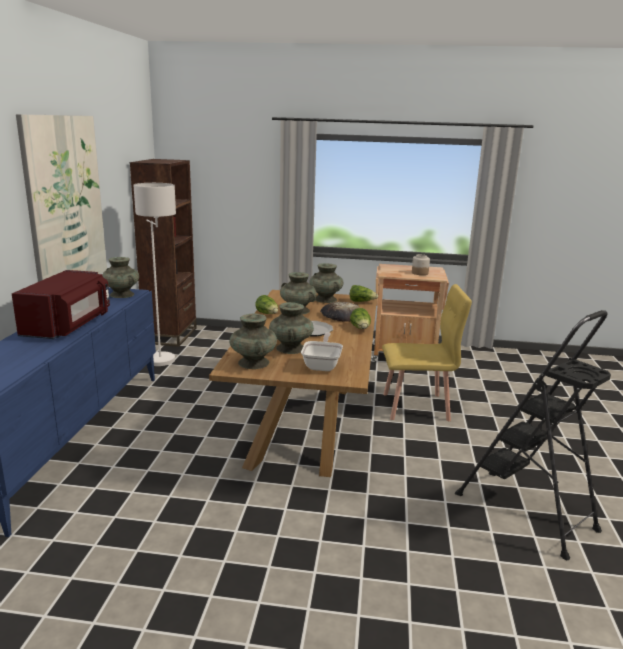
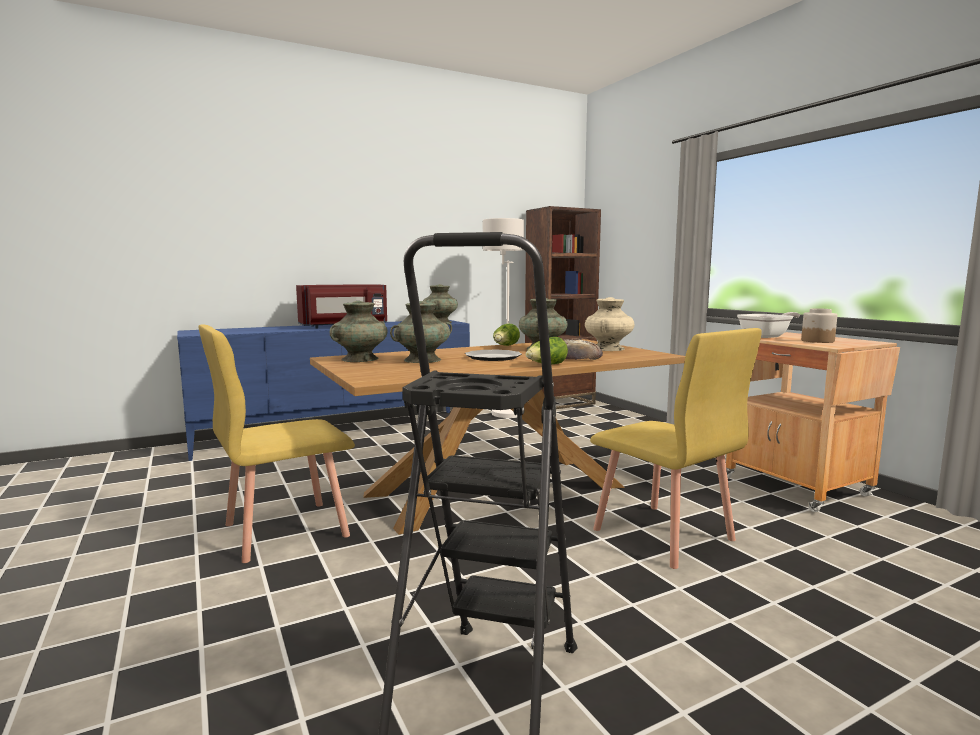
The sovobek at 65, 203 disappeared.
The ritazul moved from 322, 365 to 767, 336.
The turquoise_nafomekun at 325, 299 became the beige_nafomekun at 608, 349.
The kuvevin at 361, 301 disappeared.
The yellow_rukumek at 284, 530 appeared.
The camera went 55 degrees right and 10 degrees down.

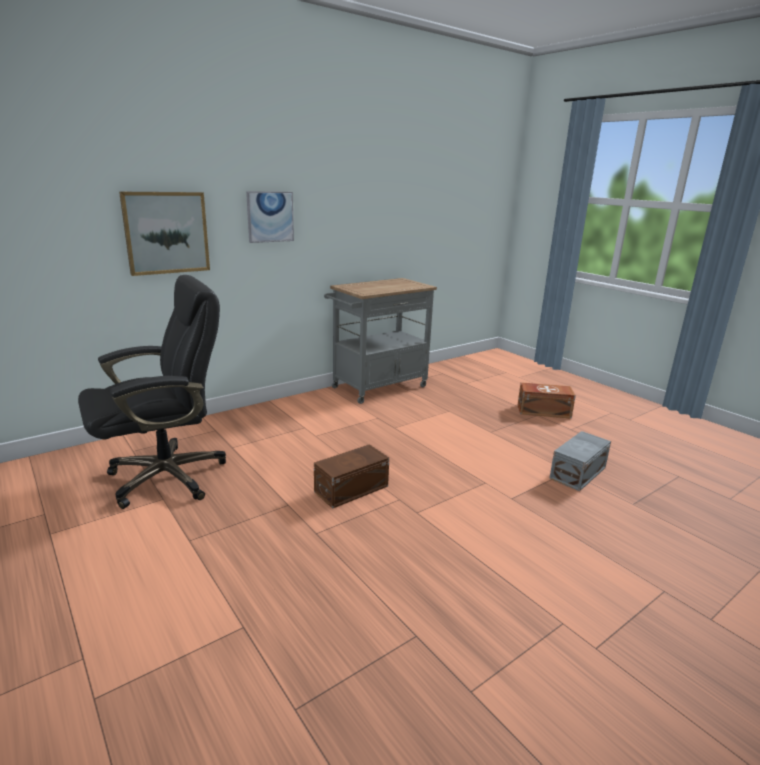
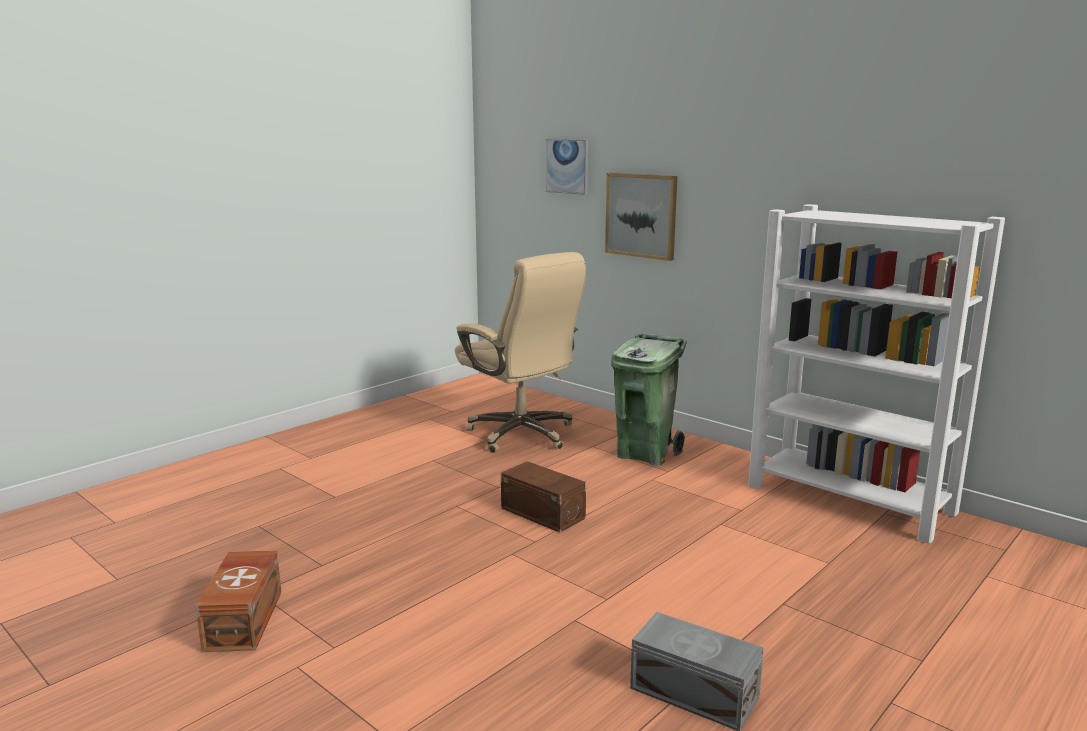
The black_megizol at 164, 478 became the beige_megizol at 519, 433.
The sovobek moved from 270, 216 to 567, 166.
The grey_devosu at 377, 388 was replaced by the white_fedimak at 849, 499.
The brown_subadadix moved from 542, 411 to 246, 619.
The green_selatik at 645, 454 appeared.
The camera went 80 degrees right and 5 degrees down.

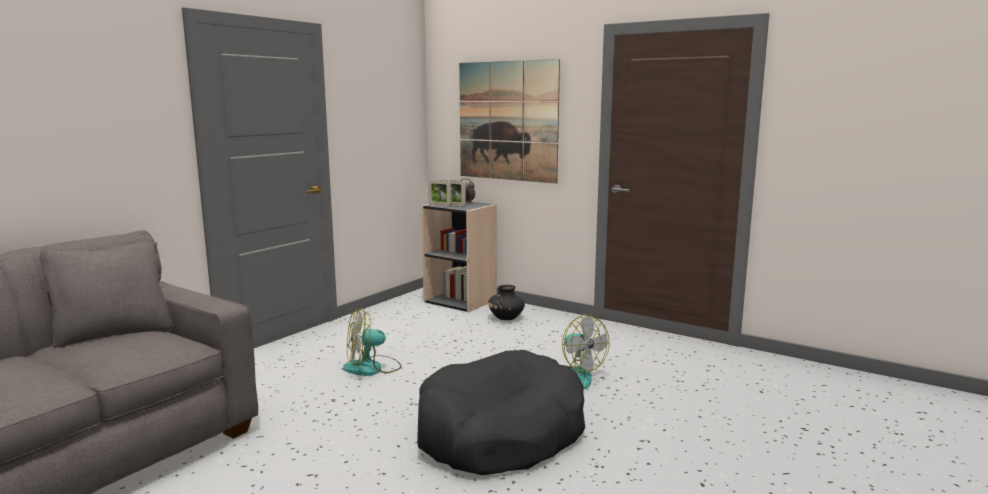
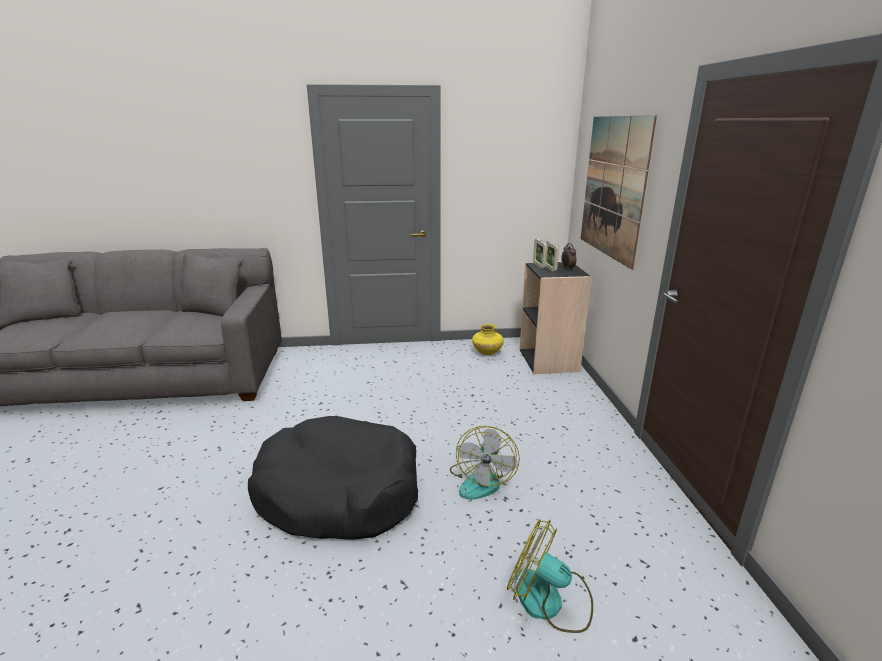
The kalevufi moved from 372, 368 to 549, 601.
The black_nafomekun at 506, 318 disappeared.
The yellow_nafomekun at 487, 352 appeared.
The camera went 50 degrees right and 10 degrees up.

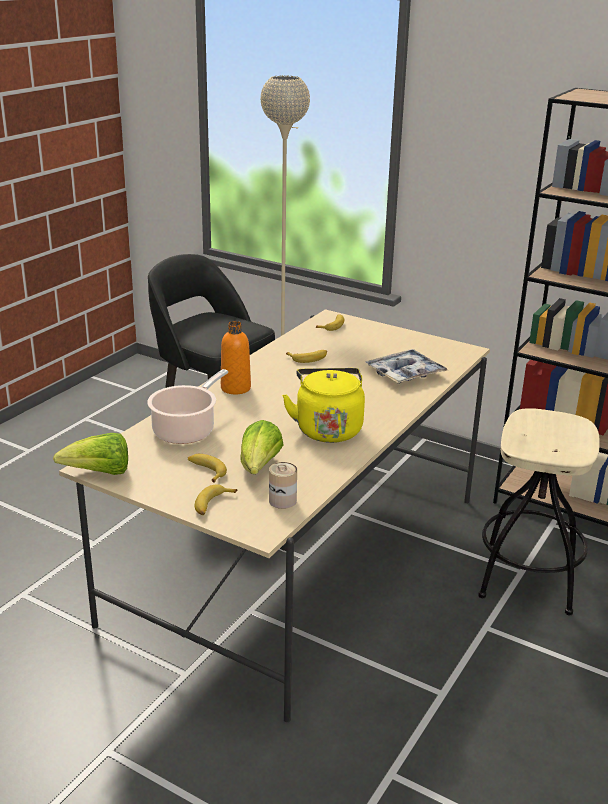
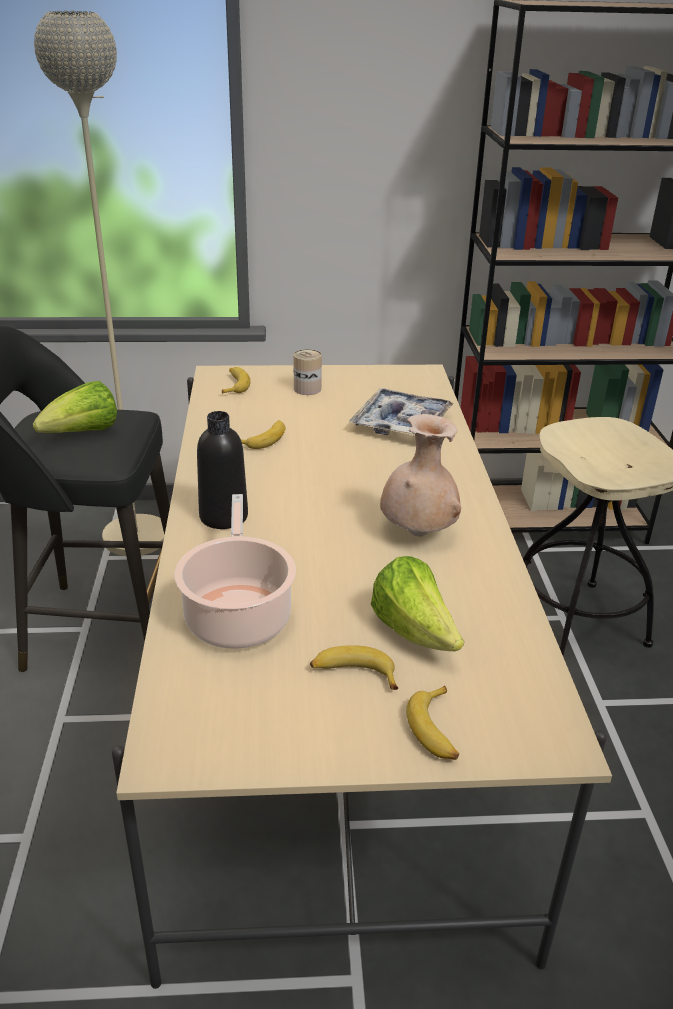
The kuvevin moved from 99, 473 to 82, 434.
The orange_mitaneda at 235, 388 became the black_mitaneda at 223, 517.
The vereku moved from 282, 500 to 307, 389.
The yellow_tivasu at 327, 429 was replaced by the beige_nafomekun at 418, 533.
The camera went 35 degrees left and 5 degrees up.

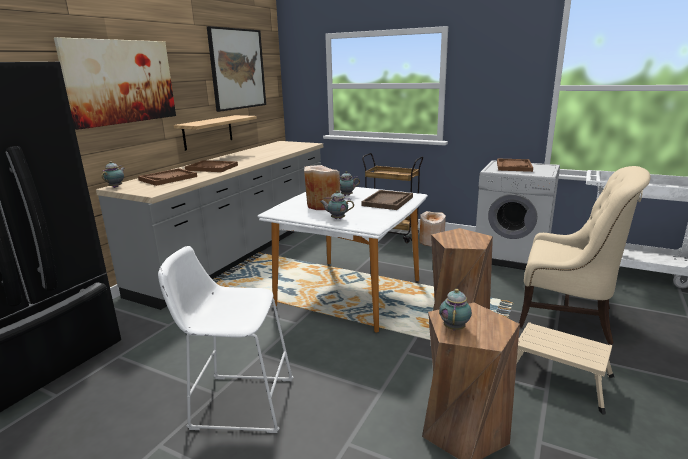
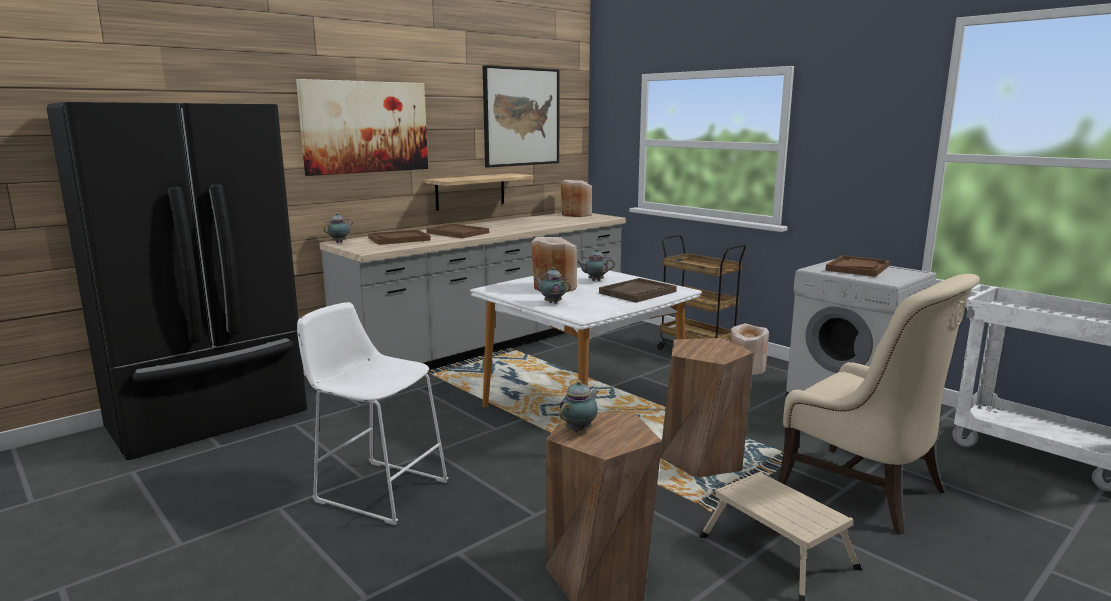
The beige_nafomekun at 576, 215 appeared.
The camera went 20 degrees right and 5 degrees down.

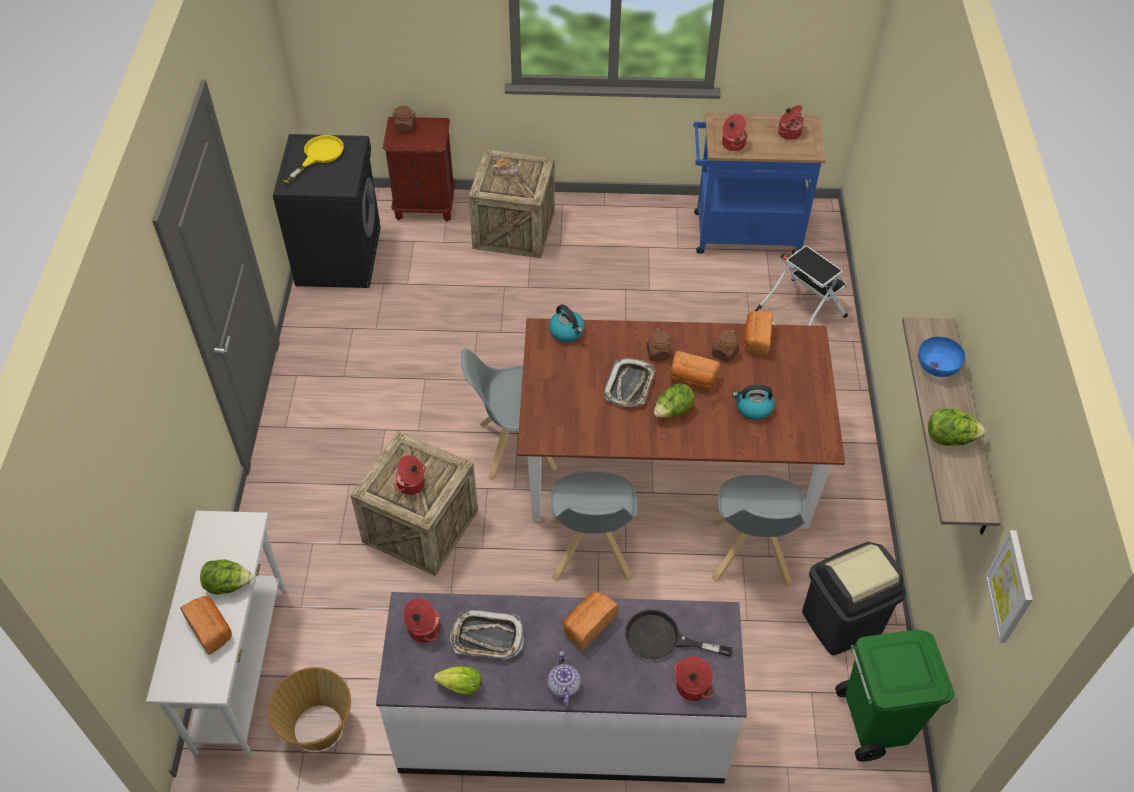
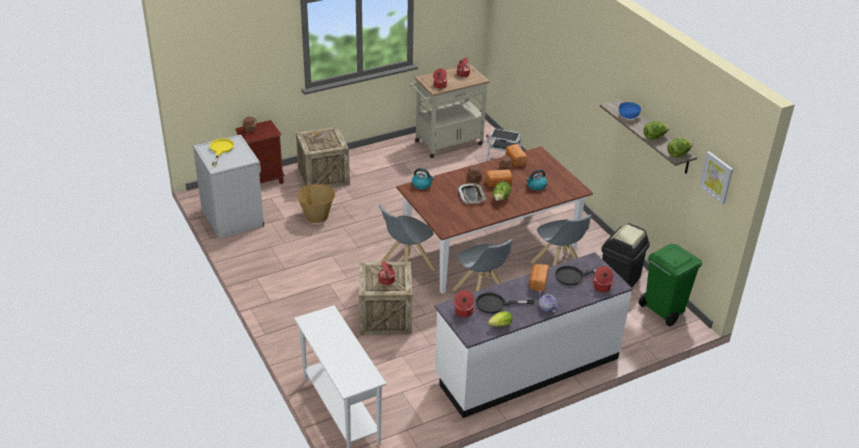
The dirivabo at 211, 629 disappeared.
The kuvevin moved from 228, 585 to 678, 154.
The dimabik moved from 318, 728 to 317, 216.
The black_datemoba at 341, 256 became the white_datemoba at 234, 217.
The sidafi at 487, 637 was replaced by the black_ritazul at 496, 304.
The blue_devosu at 742, 234 became the beige_devosu at 446, 143.
The camera went 30 degrees left and 15 degrees down.

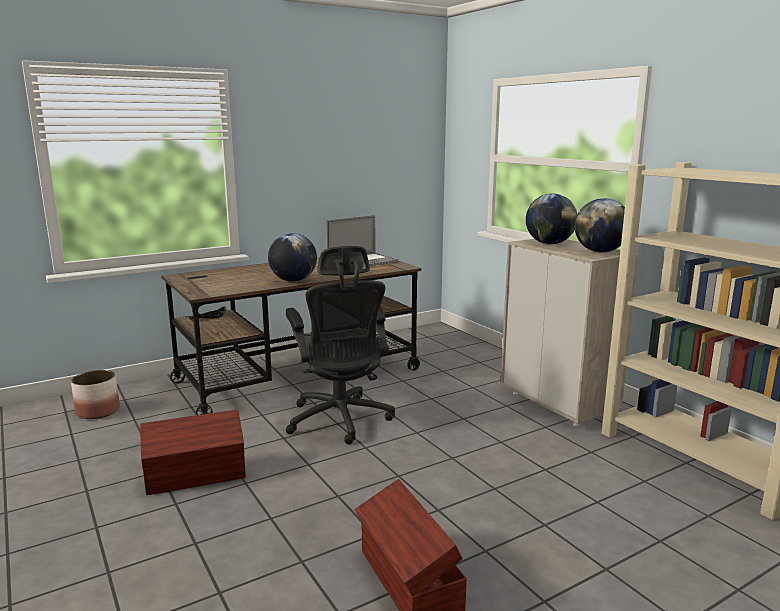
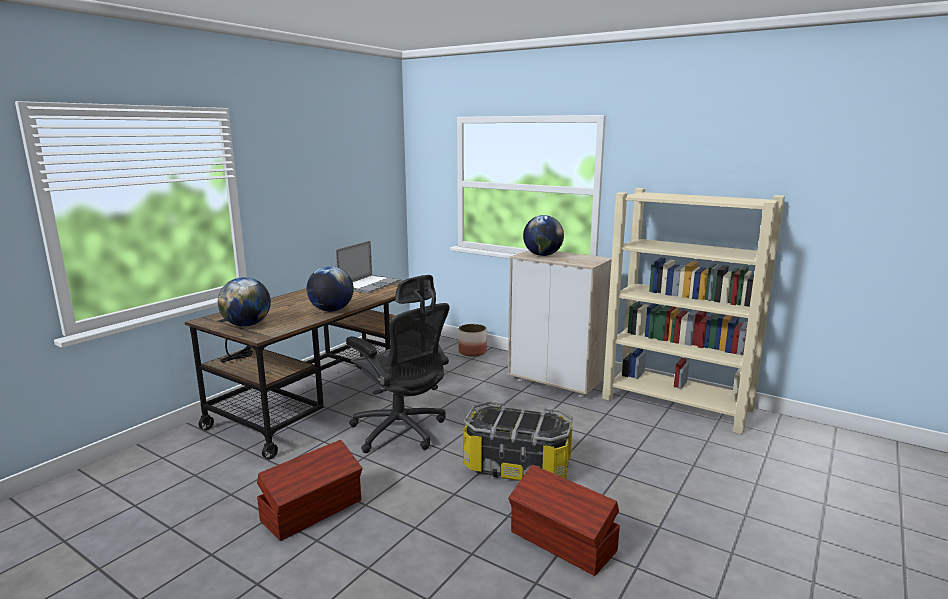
The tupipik moved from 97, 411 to 472, 352.
The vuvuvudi moved from 600, 252 to 247, 325.
The subadadix at 517, 465 appeared.
The camera went 25 degrees left and 0 degrees up.

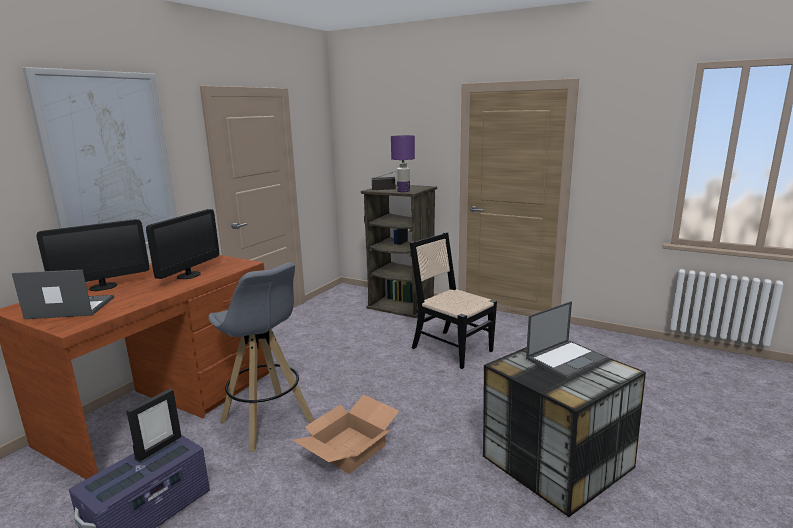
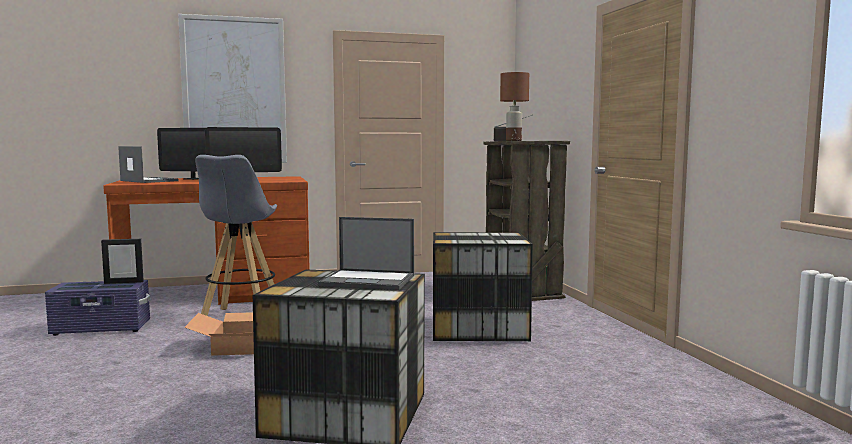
The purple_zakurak at 403, 191 became the brown_zakurak at 513, 140.
The rukumek at 452, 349 was replaced by the subadadix at 479, 328.
The camera went 45 degrees right and 10 degrees down.

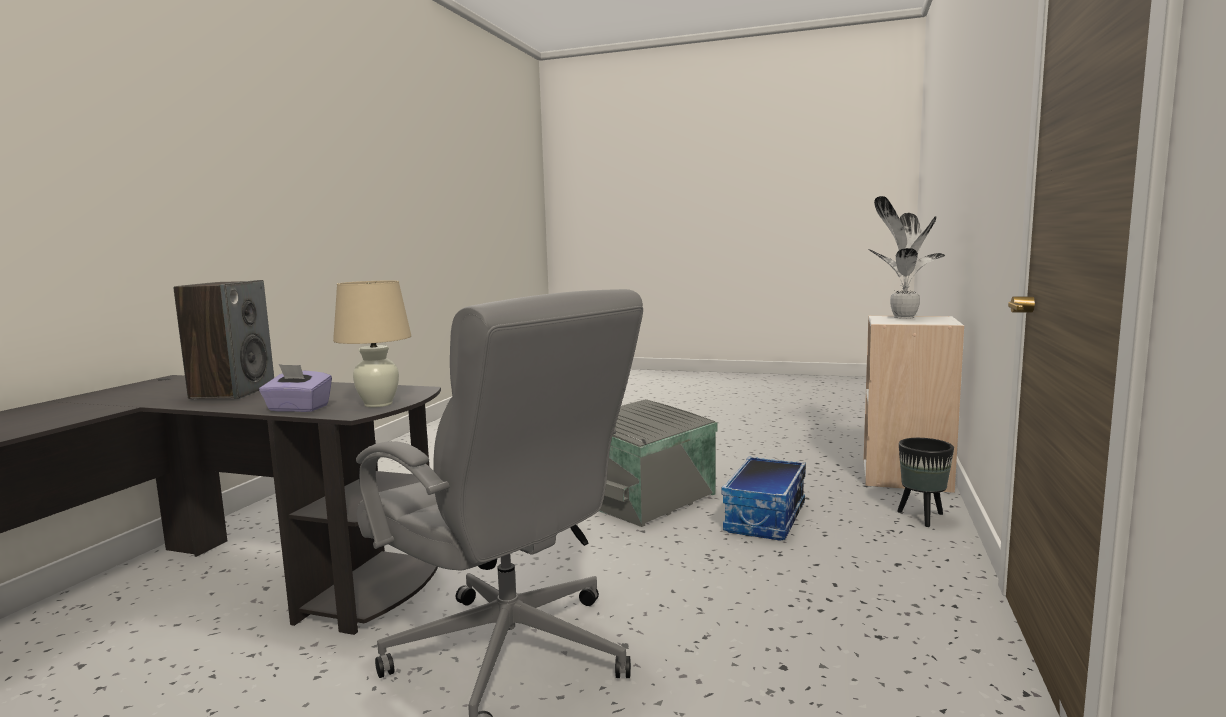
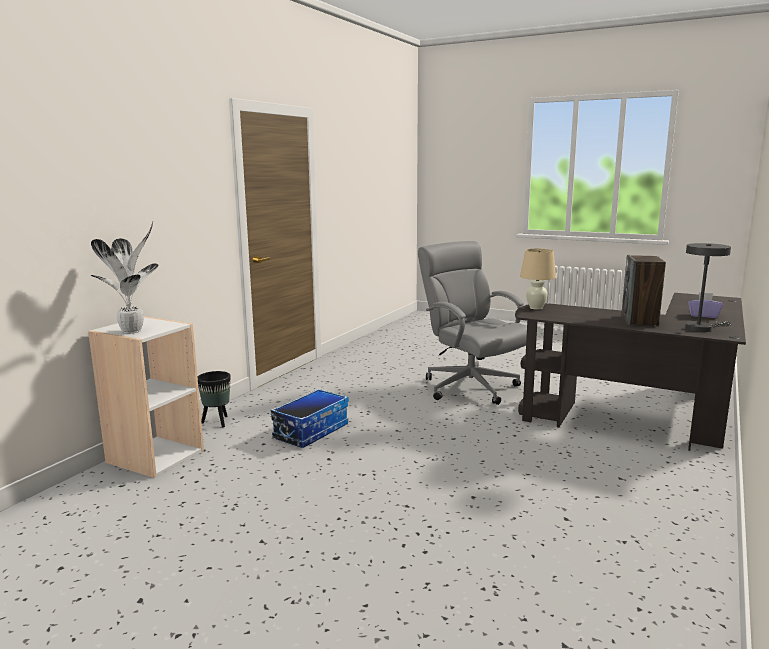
The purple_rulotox moved from 298, 408 to 703, 315.
The grey_subadadix at 647, 498 disappeared.
The grey_zakurak at 701, 328 appeared.
The camera went 170 degrees left and 5 degrees up.

